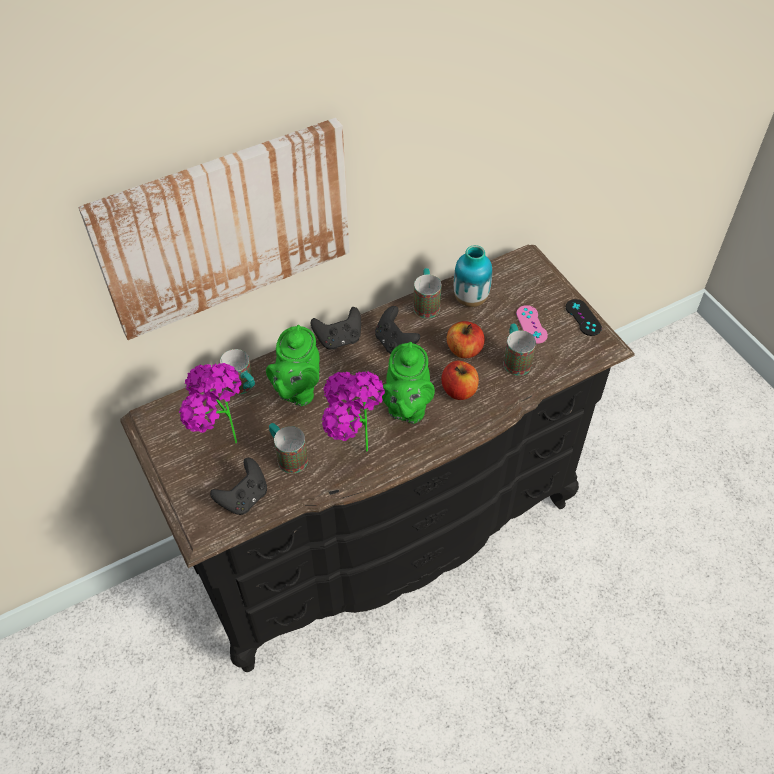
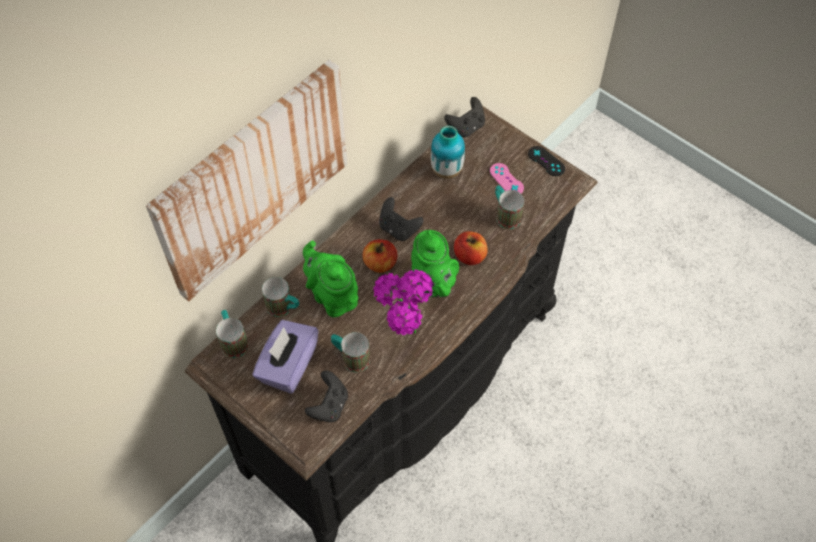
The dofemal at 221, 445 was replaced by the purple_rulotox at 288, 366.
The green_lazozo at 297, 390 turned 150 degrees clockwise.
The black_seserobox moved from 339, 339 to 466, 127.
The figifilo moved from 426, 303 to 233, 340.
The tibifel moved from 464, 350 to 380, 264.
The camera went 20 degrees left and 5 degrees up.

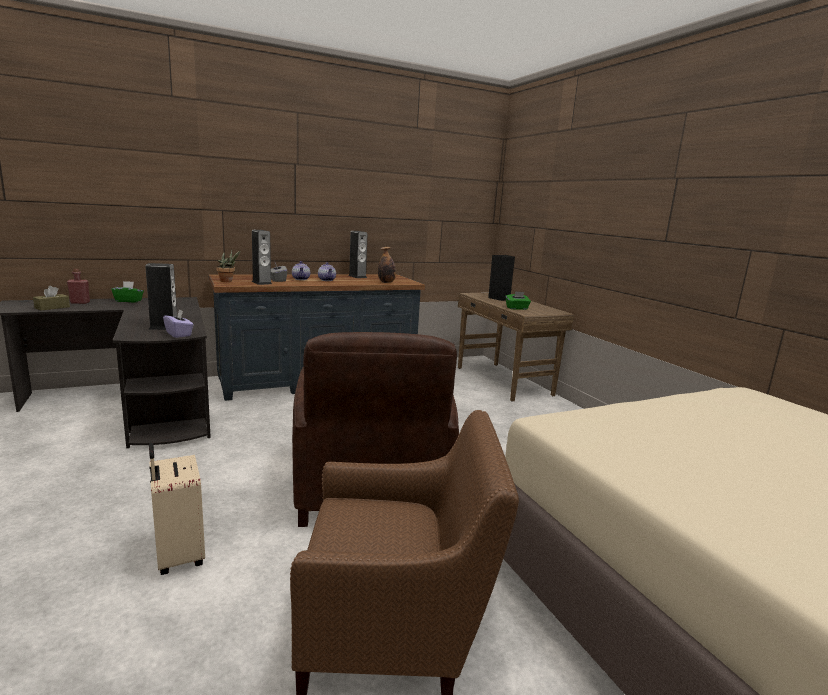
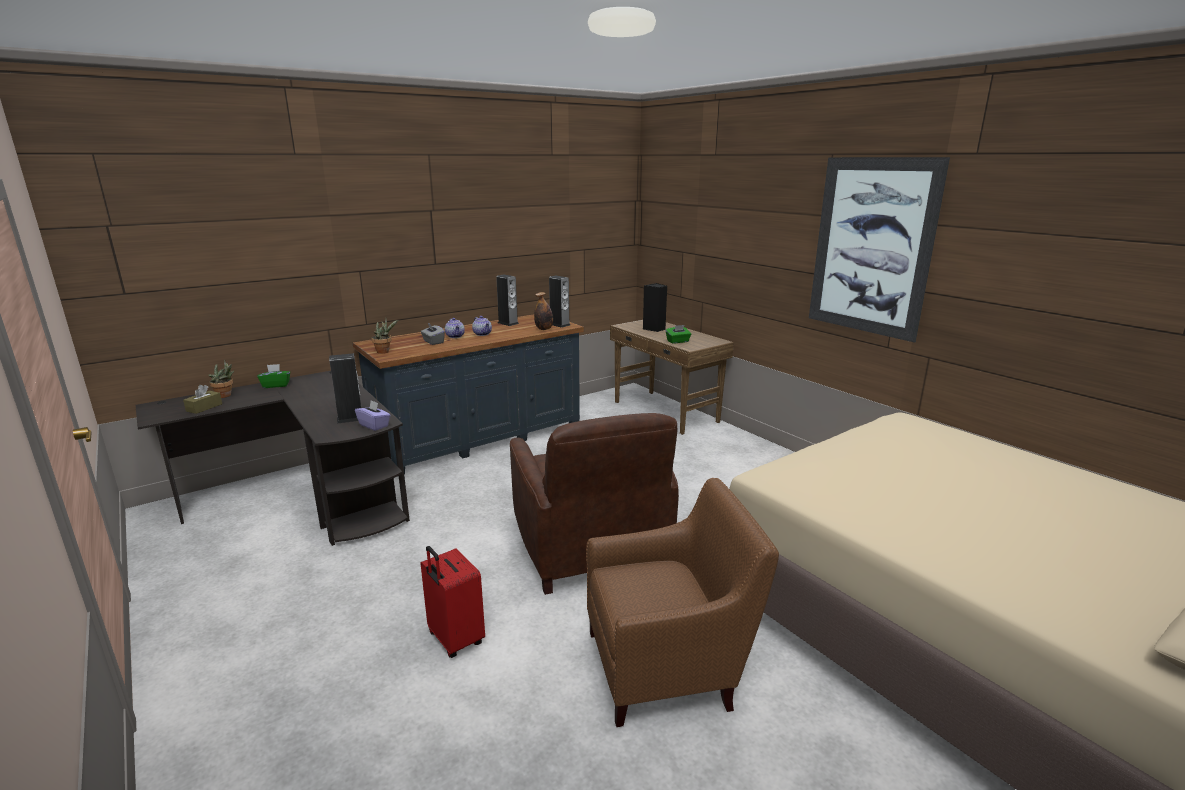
The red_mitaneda at 80, 302 was replaced by the dofemal at 226, 395.
The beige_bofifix at 178, 556 became the red_bofifix at 454, 640.
The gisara moved from 261, 282 to 559, 324.
The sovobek at 871, 247 appeared.
The camera went 10 degrees left and 5 degrees up.

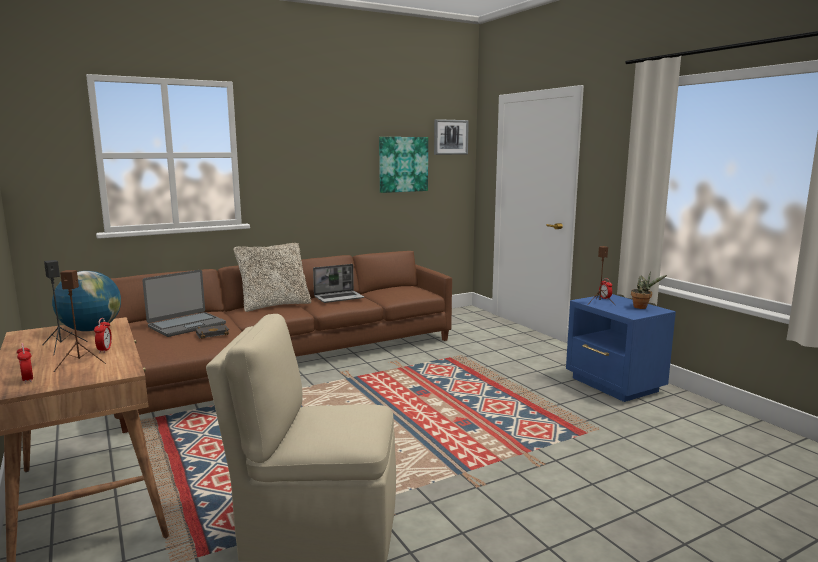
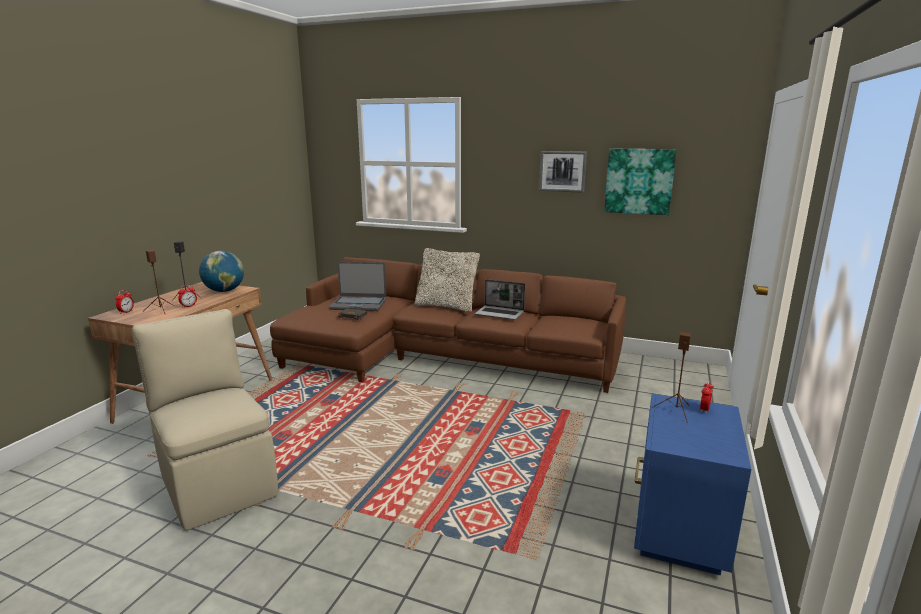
The sovobek moved from 450, 137 to 562, 171.
The dofemal at 642, 307 disappeared.
The camera went 50 degrees right and 5 degrees up.

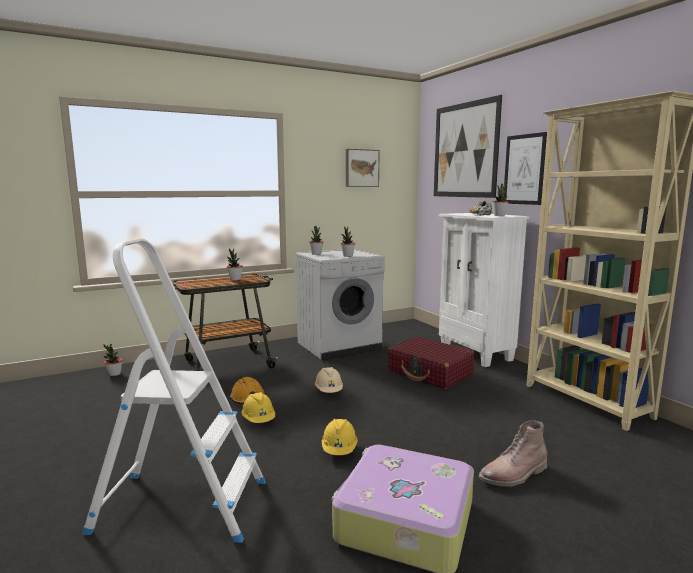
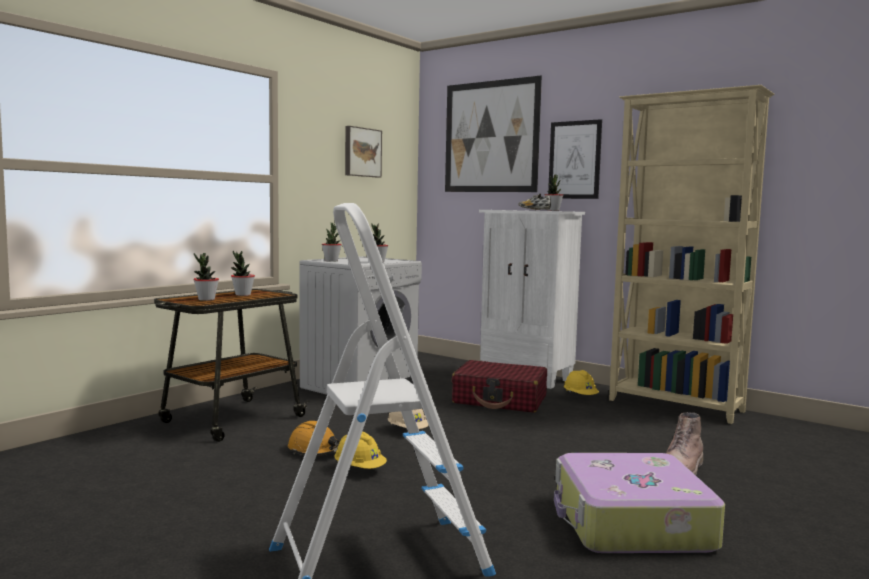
The dofemal moved from 114, 374 to 206, 299.
The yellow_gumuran moved from 339, 450 to 580, 396.
The camera went 25 degrees left and 5 degrees down.

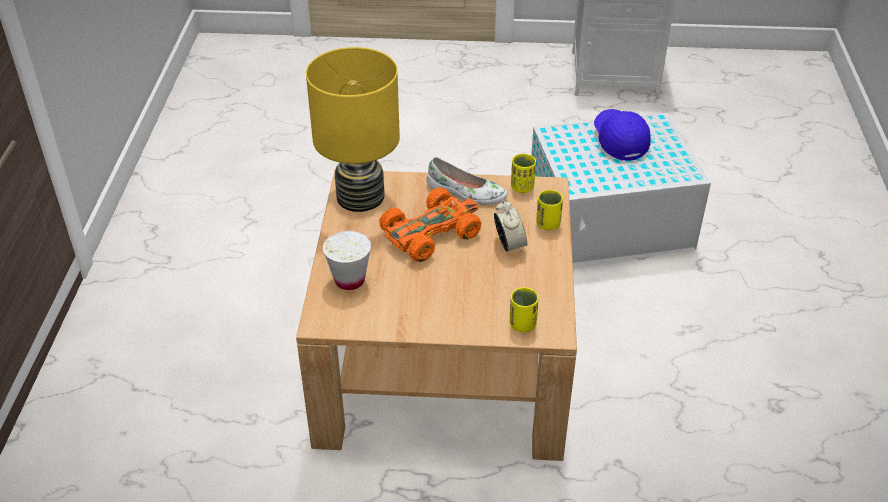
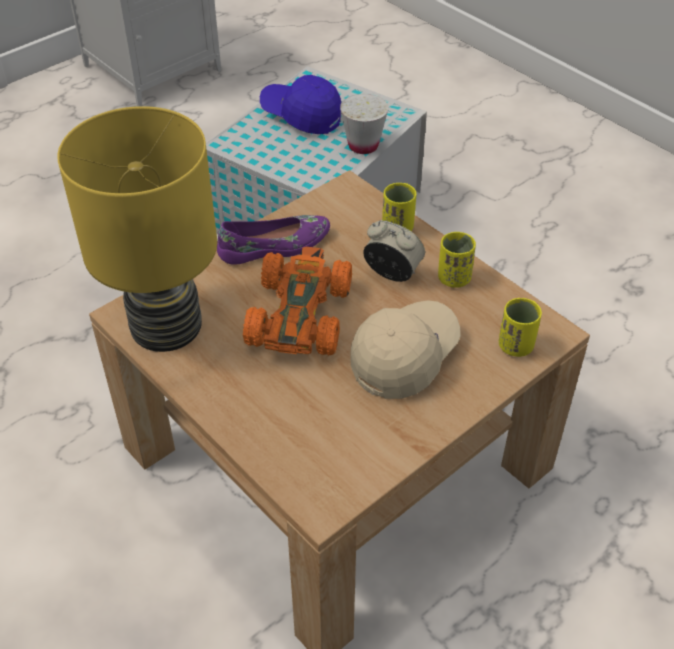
The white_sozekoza moved from 349, 280 to 363, 145.
The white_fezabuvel at 466, 193 became the purple_fezabuvel at 275, 247.
The yellow_sozekoza moved from 522, 187 to 454, 278.
The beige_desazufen at 404, 357 appeared.
The camera went 45 degrees left and 5 degrees up.

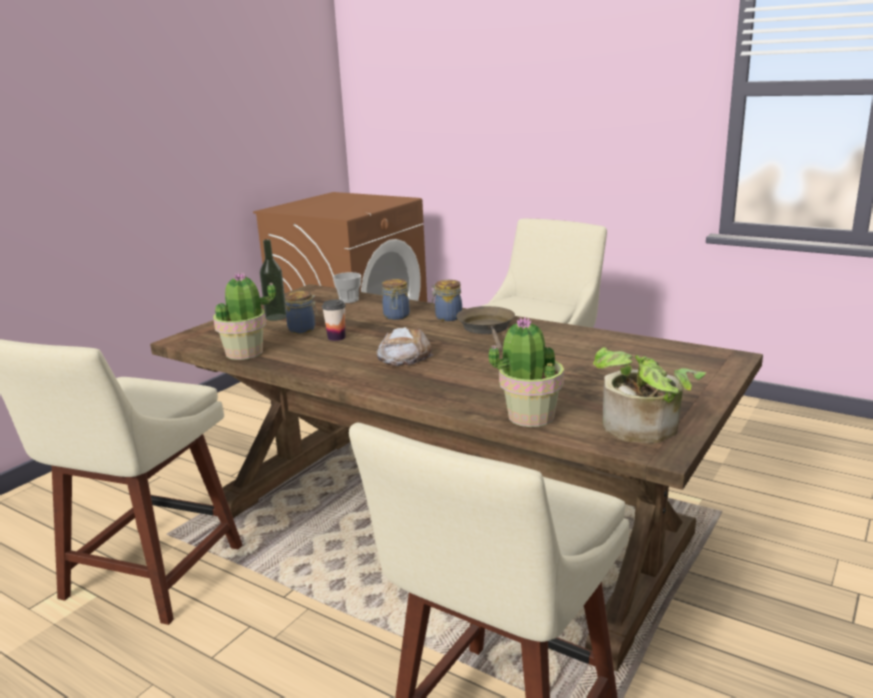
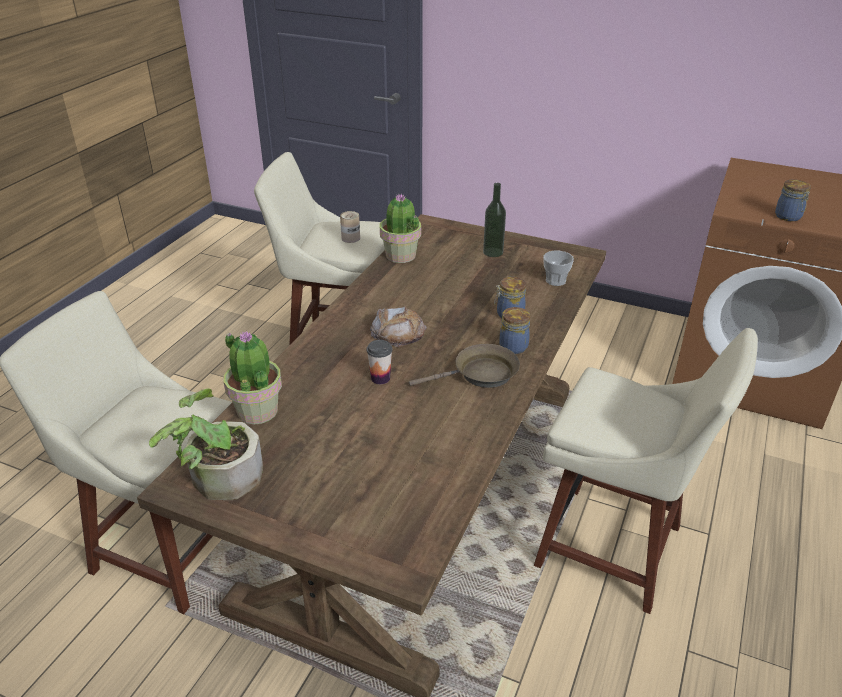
The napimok moved from 303, 329 to 788, 217.
The sozekoza moved from 336, 337 to 380, 378.
The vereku at 350, 238 appeared.
The camera went 80 degrees right and 15 degrees up.

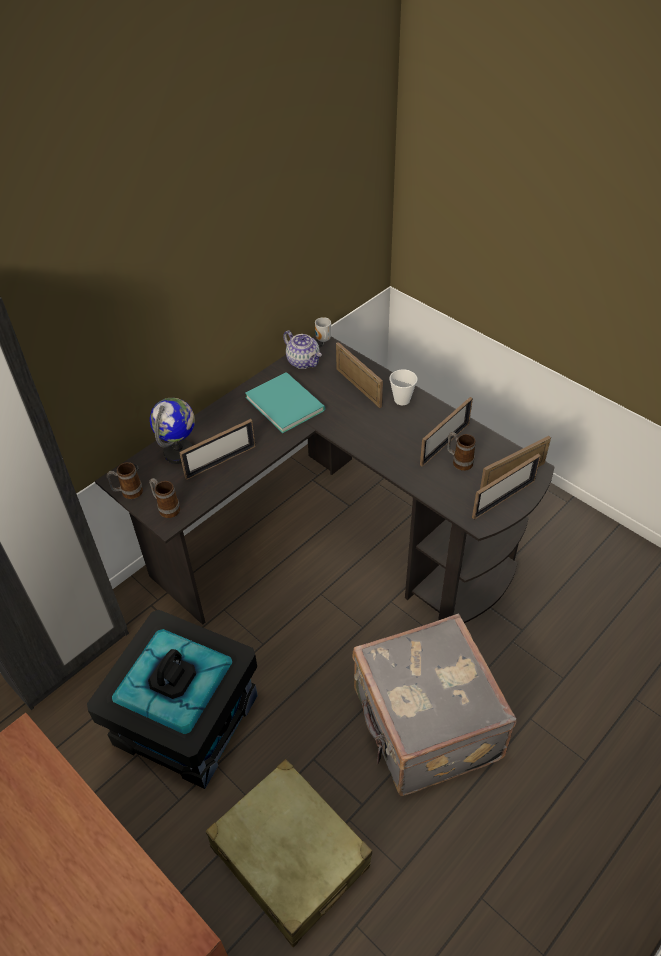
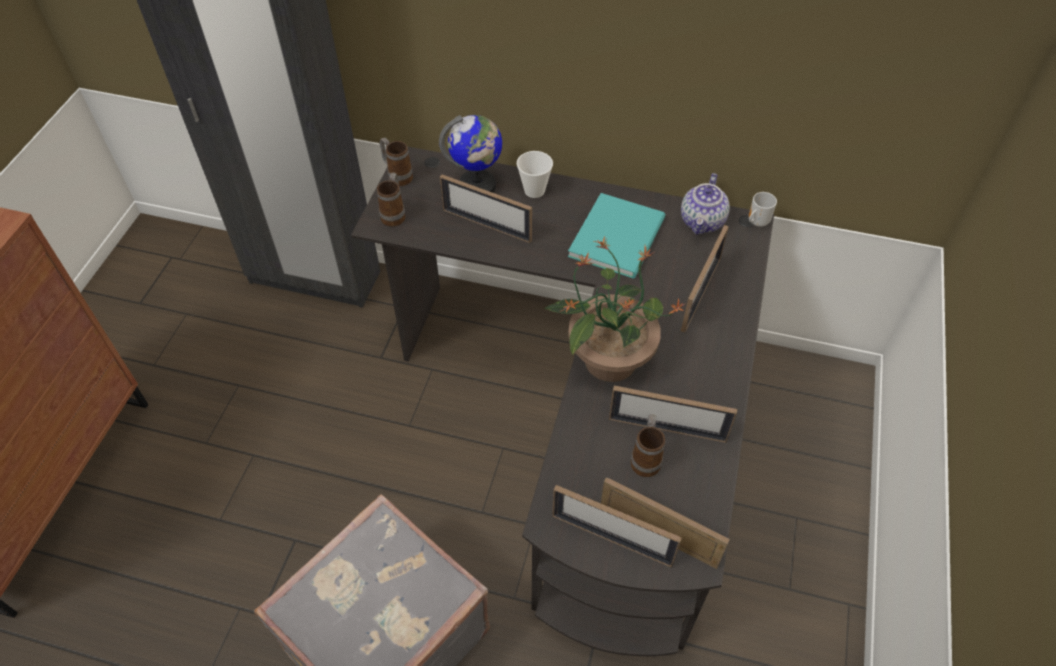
The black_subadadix at 185, 719 disappeared.
The beige_bofifix at 290, 857 disappeared.
The sozekoza moved from 402, 400 to 534, 190.
The dofemal at 608, 359 appeared.
The camera went 60 degrees right and 5 degrees up.

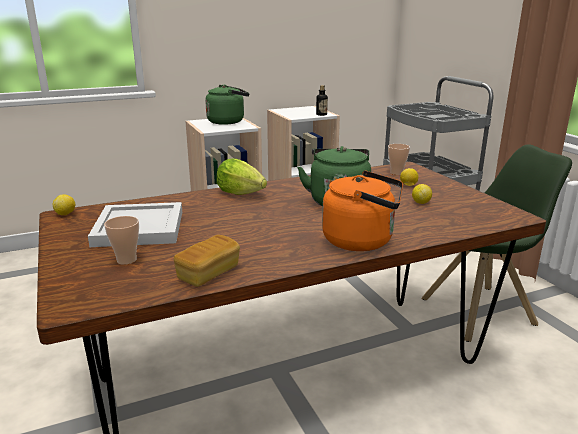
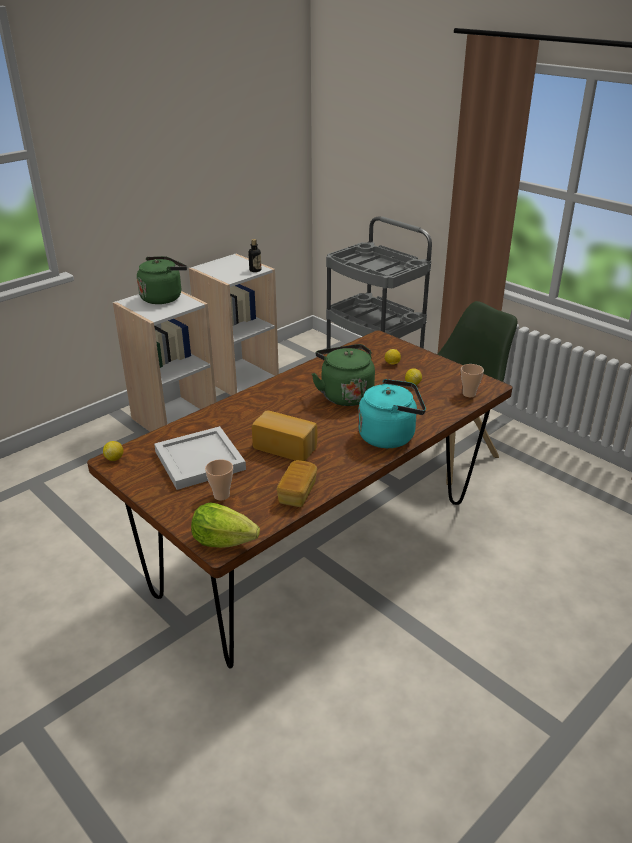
The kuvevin moved from 240, 193 to 223, 541.
The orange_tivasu at 362, 241 became the turquoise_tivasu at 390, 436.
The sozekoza moved from 396, 173 to 469, 394.
The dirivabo at 286, 447 appeared.
The camera went 20 degrees left and 10 degrees up.

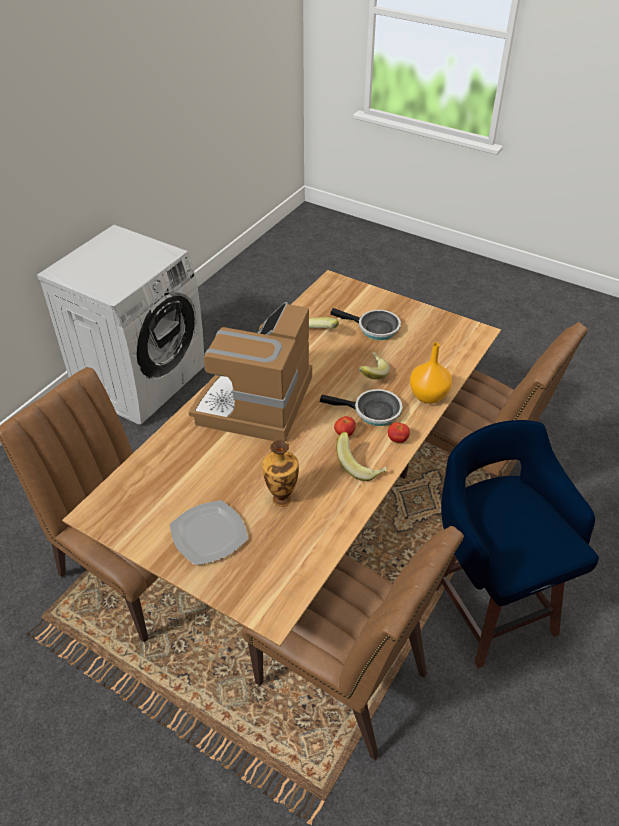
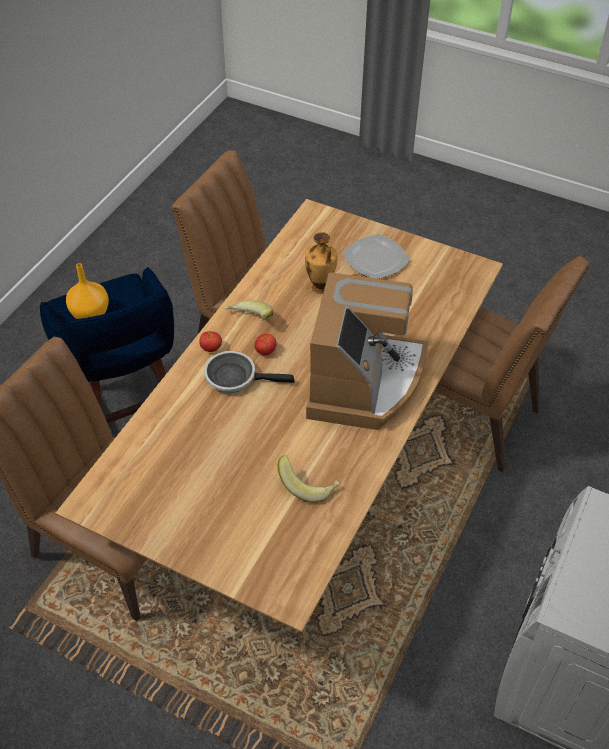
The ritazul at 374, 329 disappeared.
The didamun at 371, 374 disappeared.
The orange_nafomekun moved from 429, 396 to 90, 314.
The camera went 175 degrees right and 5 degrees up.

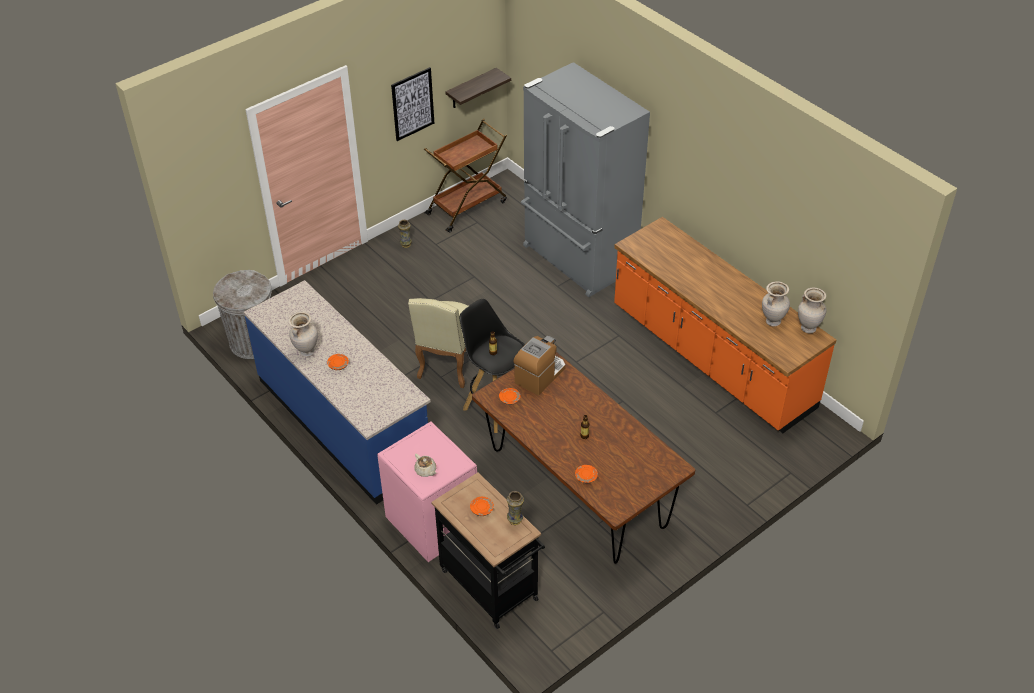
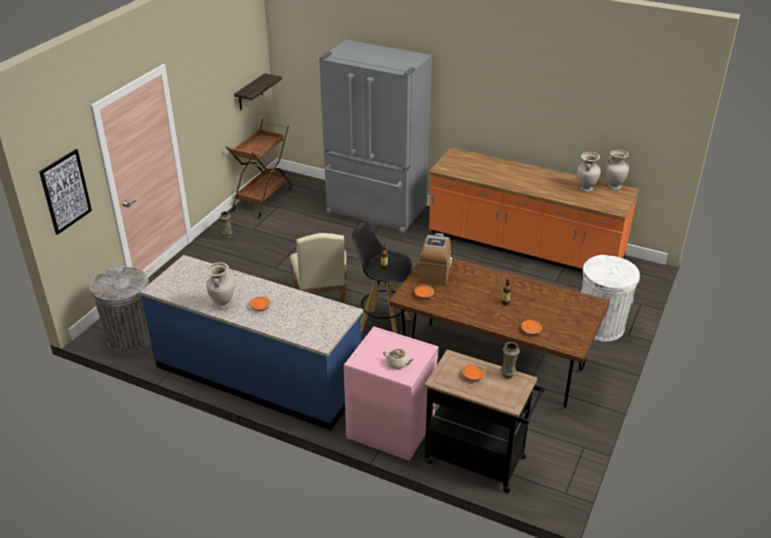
The sovobek moved from 412, 104 to 65, 191.
The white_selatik at 601, 327 appeared.
The camera went 25 degrees left and 10 degrees down.

